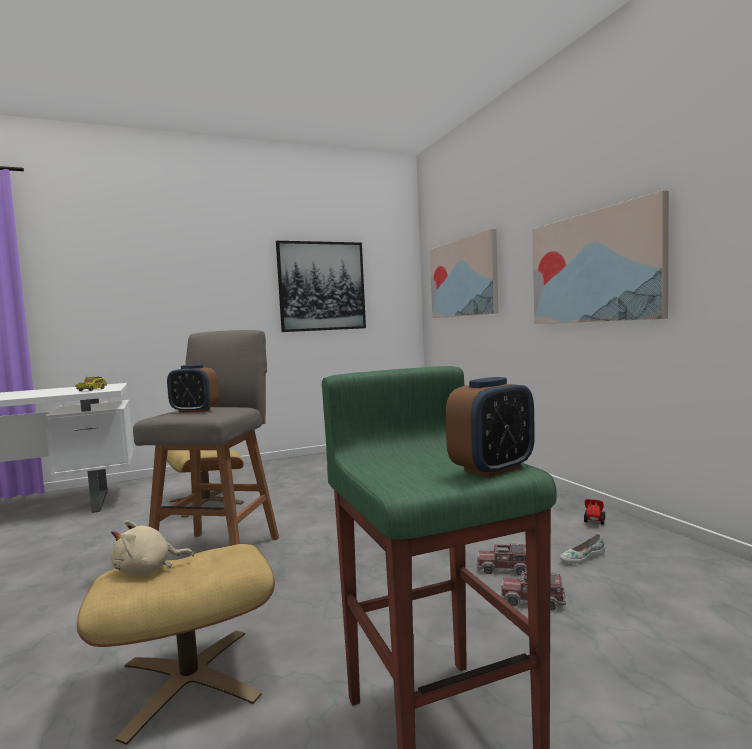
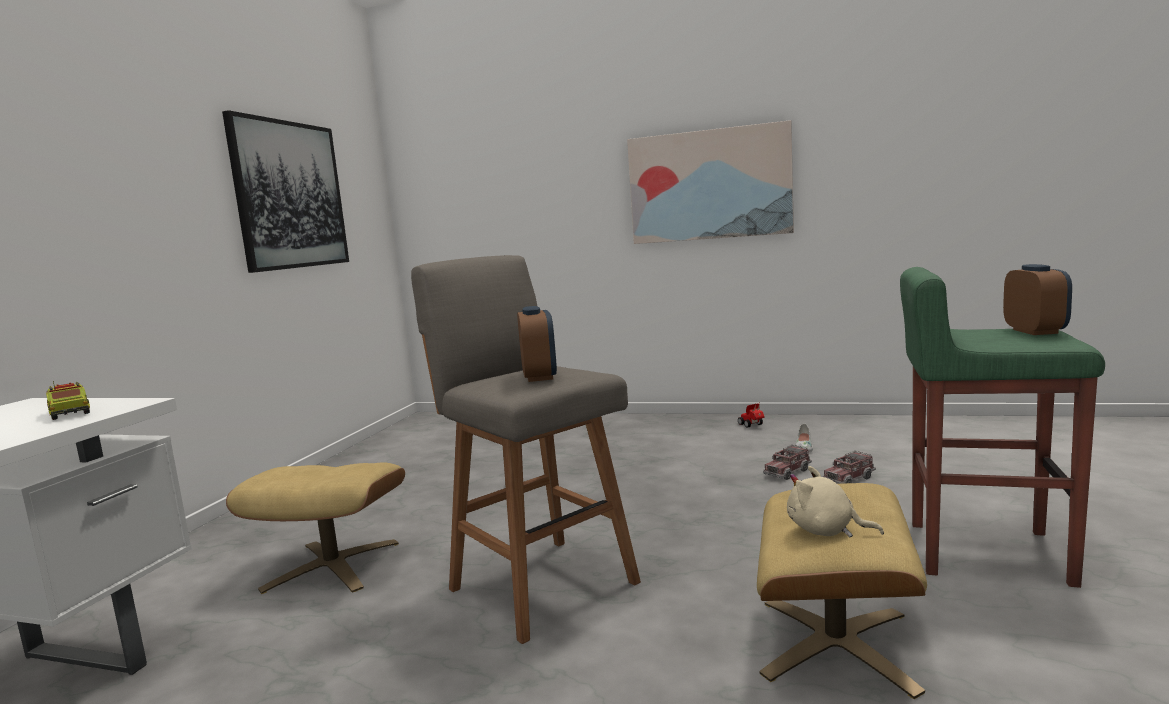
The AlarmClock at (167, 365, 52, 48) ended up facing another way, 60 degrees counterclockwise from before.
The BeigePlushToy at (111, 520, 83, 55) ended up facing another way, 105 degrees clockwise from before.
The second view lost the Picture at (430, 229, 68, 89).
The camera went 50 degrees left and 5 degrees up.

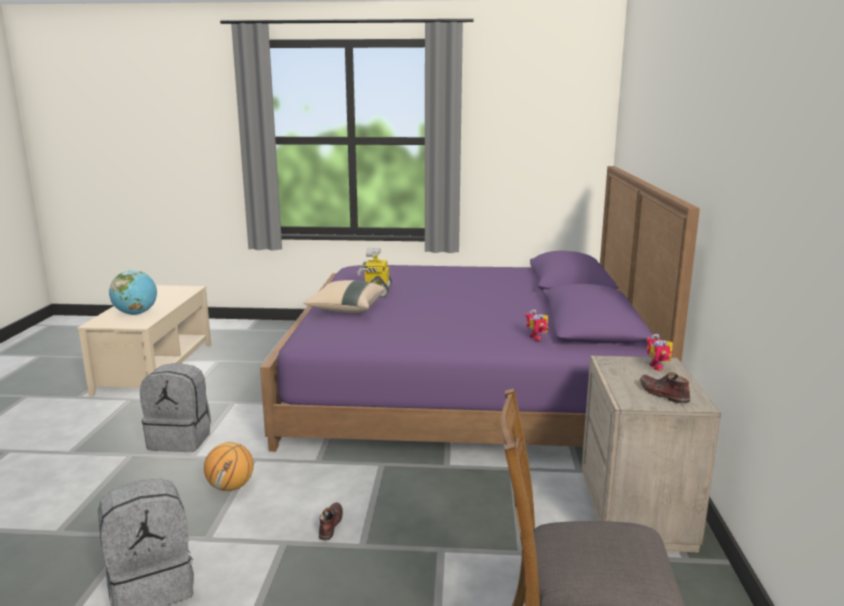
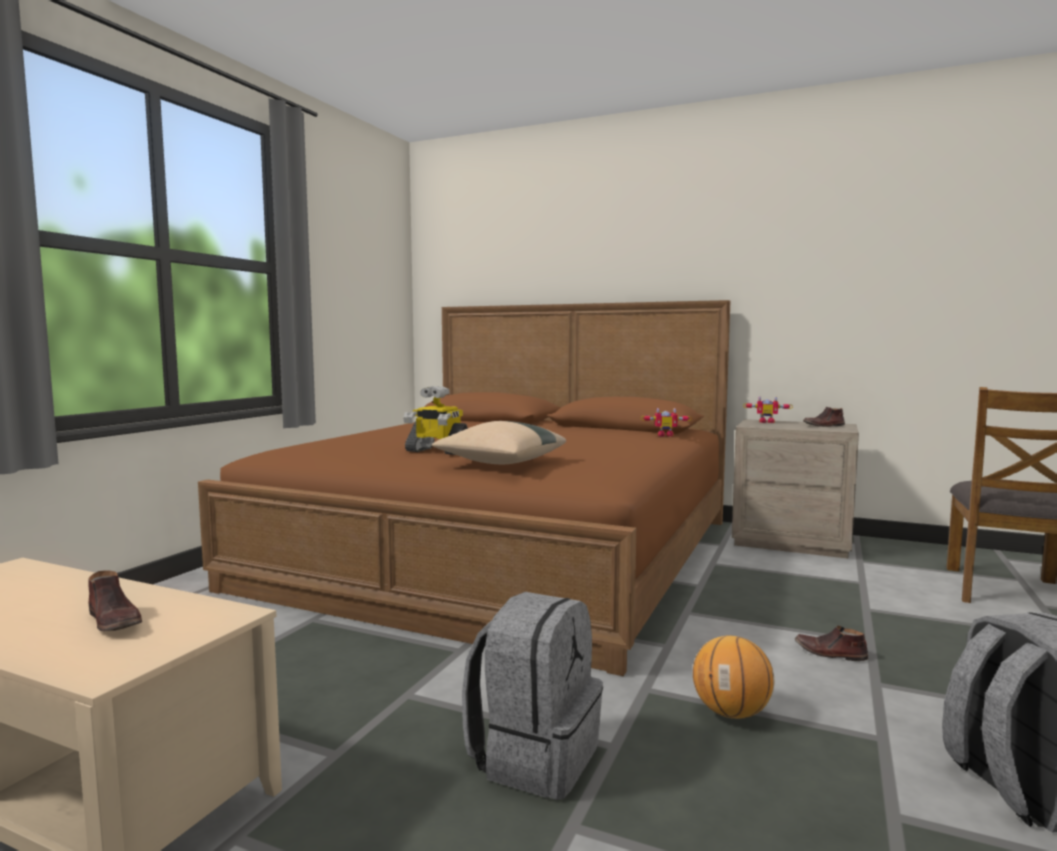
Where the Globe stood at (109, 270, 48, 45), the BrownShoe came to stand at (88, 570, 54, 61).
What was the PurpleBed at (260, 166, 440, 286) turned into the BrownBed at (198, 300, 532, 376).
The camera went 70 degrees left and 10 degrees down.

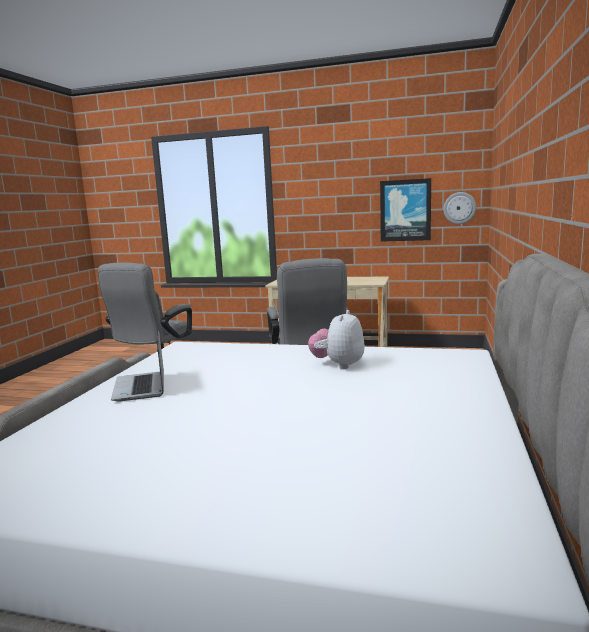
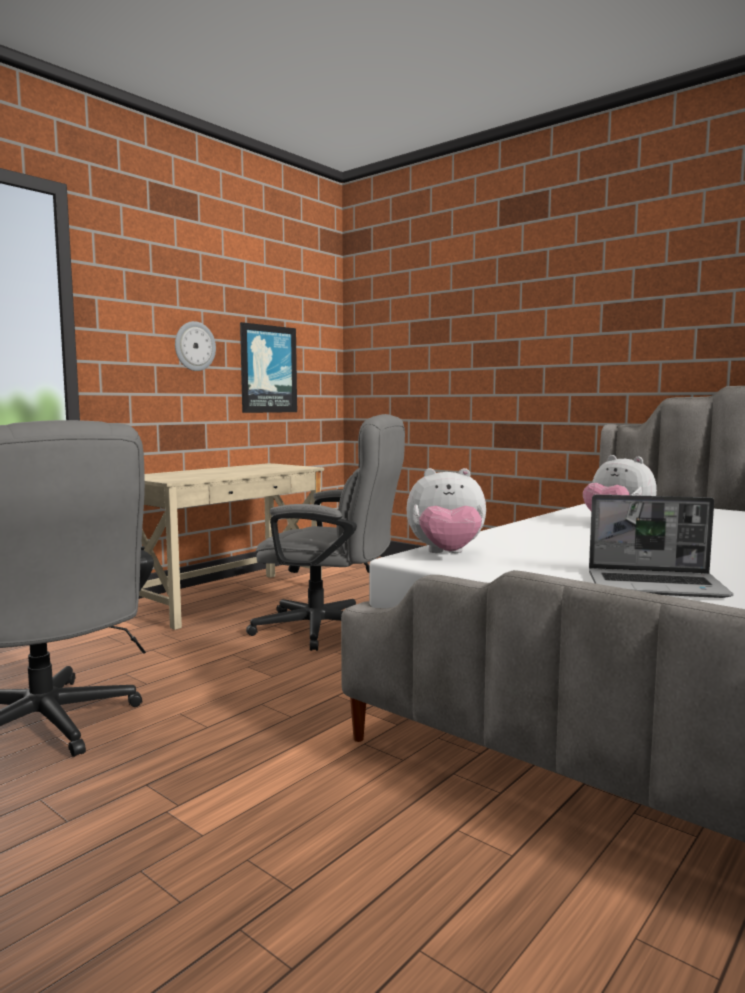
The WallClock ended up elsewhere, having gone from (443, 192, 33, 32) to (175, 321, 41, 50).
The second view gained the PlushToy at (406, 468, 80, 85).
The camera went 65 degrees left and 5 degrees down.

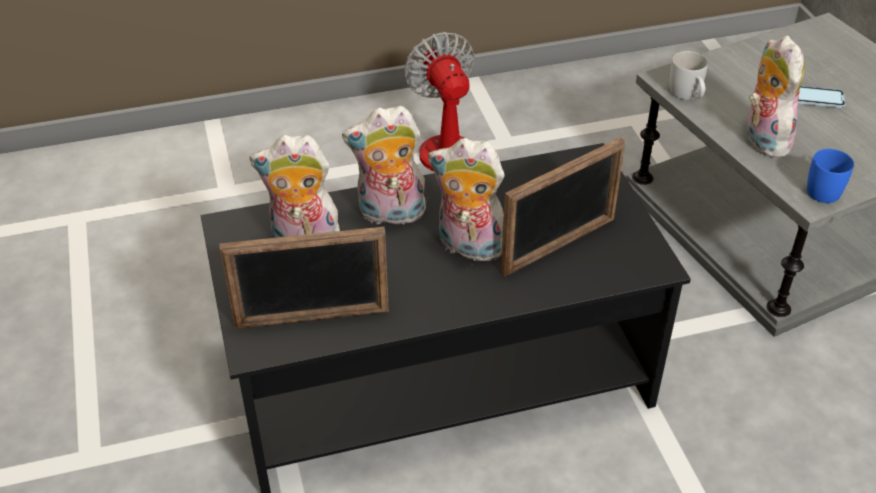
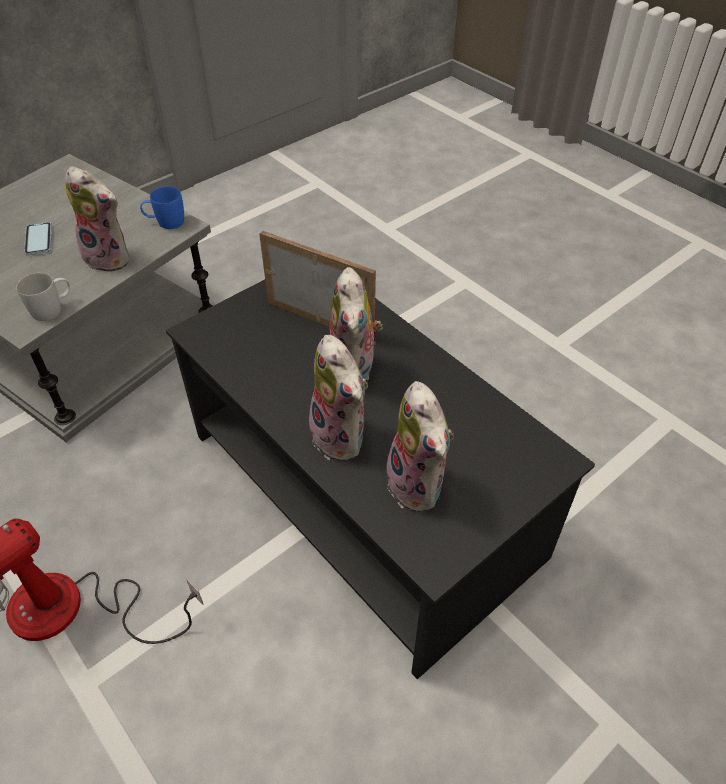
The PlushToy at (746, 35, 59, 123) ended up facing another way, 120 degrees counterclockwise from before.
The second view lost the PictureFrame at (220, 227, 169, 102).
The camera went 115 degrees left and 5 degrees up.

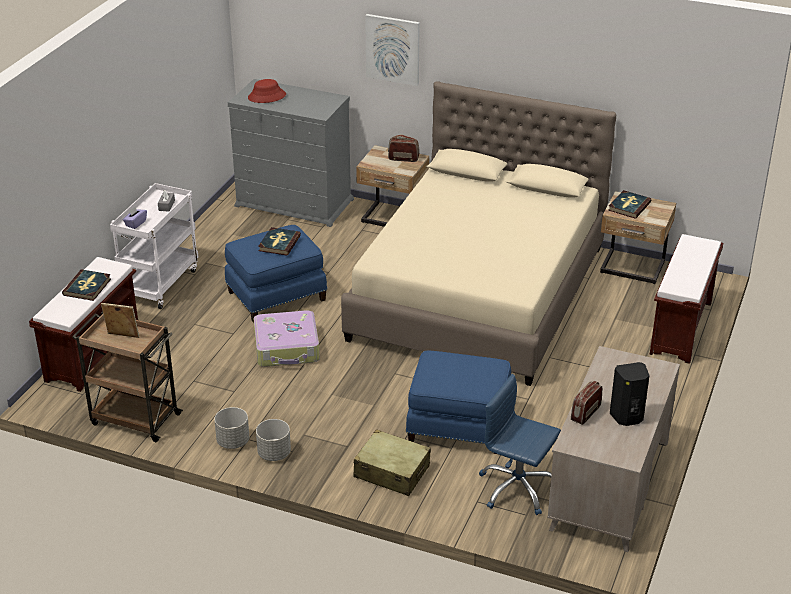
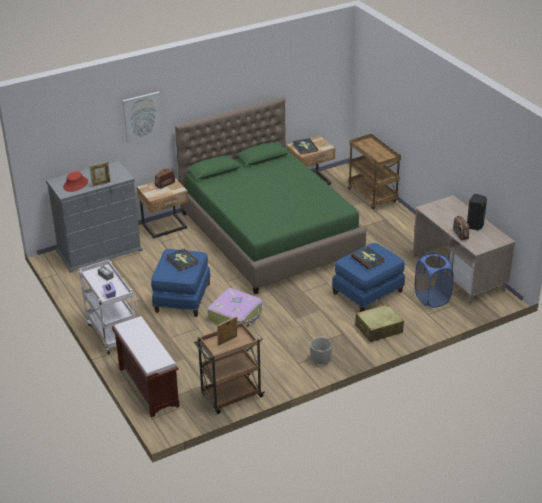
The second view gained the PictureFrame at (89, 162, 22, 25).
What was the BeigeBed at (341, 81, 275, 305) turned into the GreenBed at (175, 97, 192, 197).
Where the BrownBench stood at (650, 234, 73, 130), the BrownCart came to stand at (348, 134, 53, 75).
The Book ended up elsewhere, having gone from (62, 269, 49, 32) to (351, 247, 33, 22).
Where the BlueOfficeChair stood at (479, 374, 82, 141), the BlueLaundryBasket came to stand at (415, 253, 38, 55).
The second view lost the GreyPlanter at (214, 407, 35, 42).
The camera went 50 degrees left and 0 degrees up.

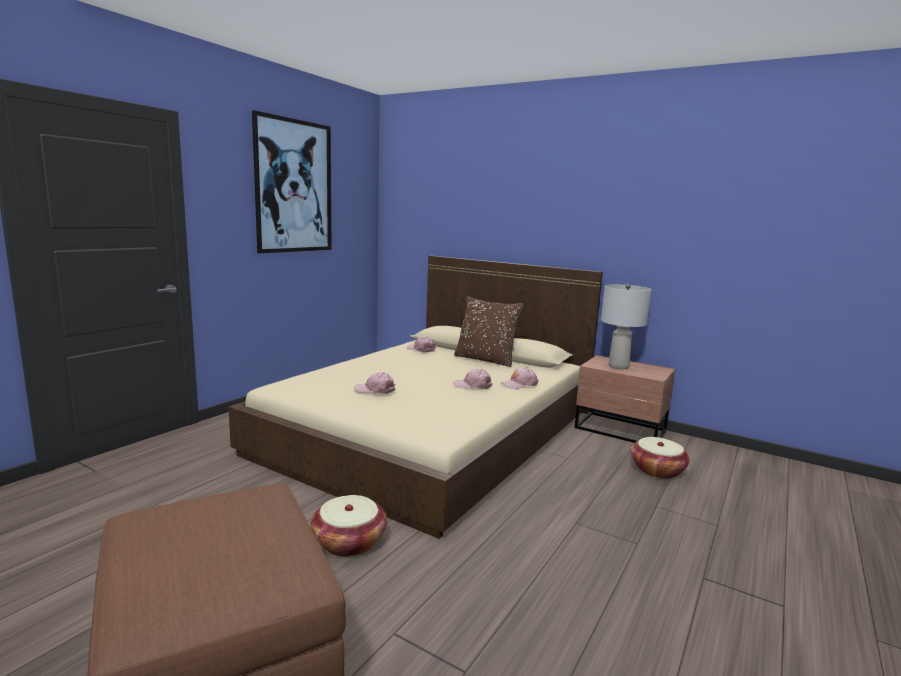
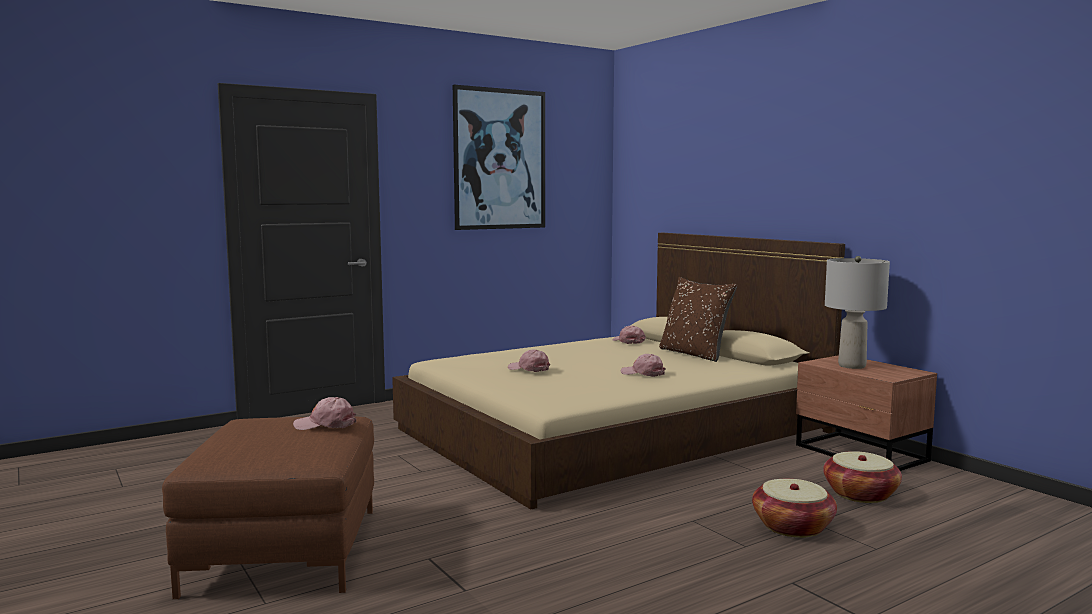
The PinkCap ended up elsewhere, having gone from (501, 367, 38, 22) to (293, 397, 63, 33).
The Basket ended up elsewhere, having gone from (311, 495, 76, 62) to (752, 479, 85, 59).
The camera went 25 degrees right and 5 degrees down.

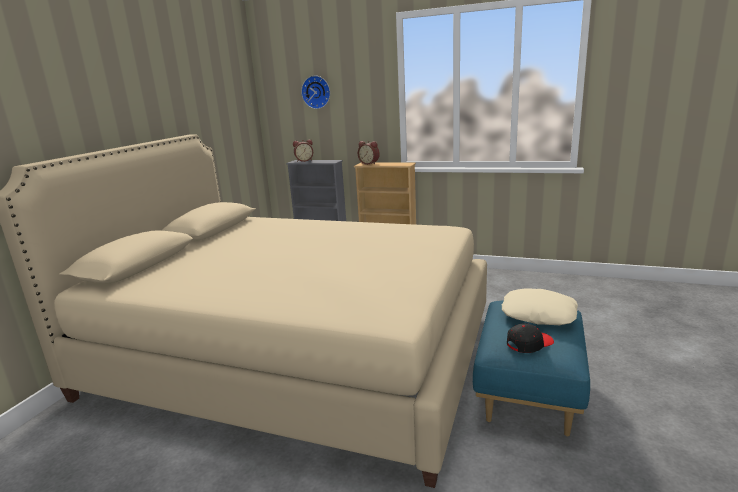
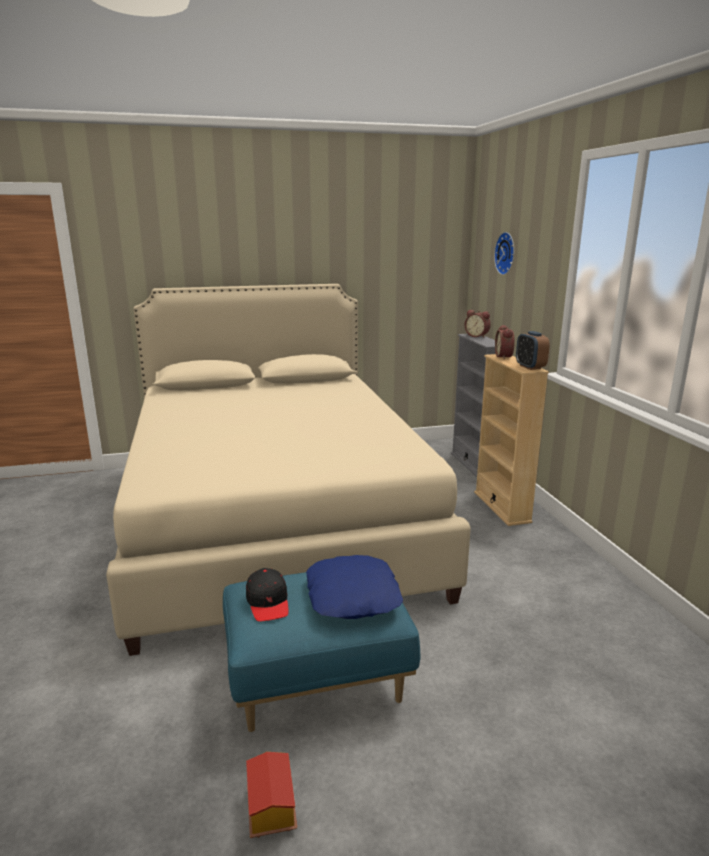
The BlackCap at (507, 323, 47, 30) ended up facing another way, 45 degrees clockwise from before.
The second view gained the ToyHouse at (246, 752, 51, 86).
What was the BeigePillow at (501, 288, 77, 37) turned into the BluePillow at (306, 555, 97, 64).
The second view gained the AlarmClock at (516, 331, 34, 39).
The camera went 55 degrees right and 0 degrees up.

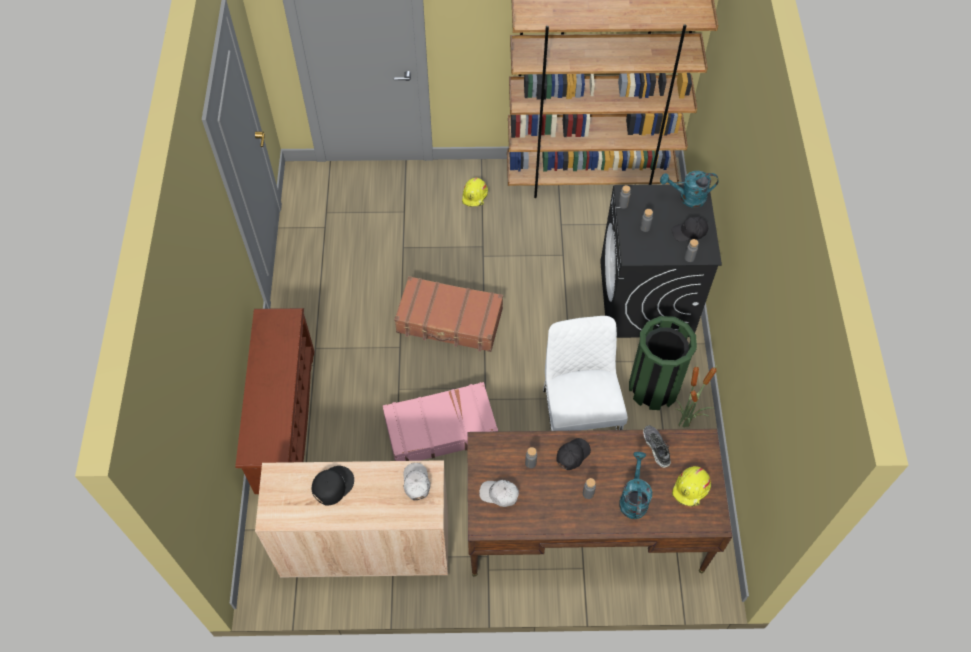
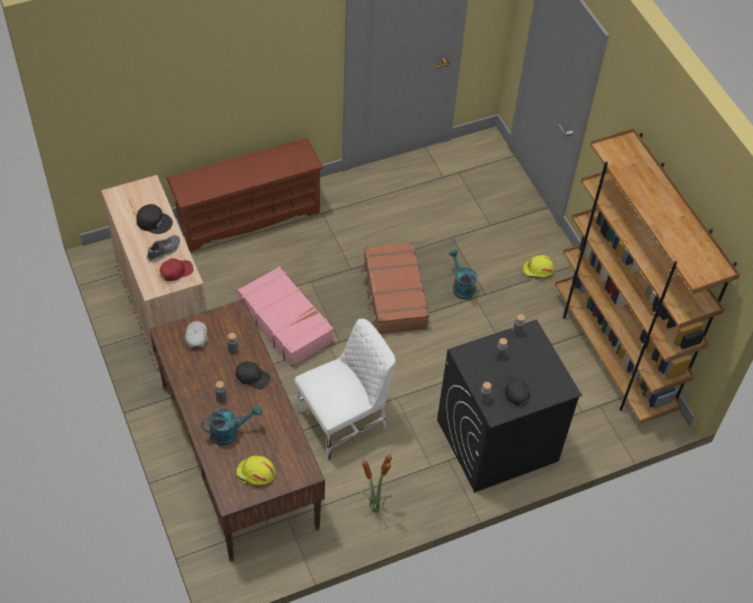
The Shoe ended up elsewhere, having gone from (643, 425, 28, 42) to (147, 235, 33, 28).
What was the WhiteCap at (403, 463, 28, 37) turned into the RedCap at (160, 258, 34, 23).
The TurquoiseWateringCan ended up elsewhere, having gone from (660, 171, 59, 37) to (449, 250, 28, 50).
The second view lost the GreenTrashCan at (629, 316, 68, 94).
The camera went 65 degrees right and 5 degrees down.

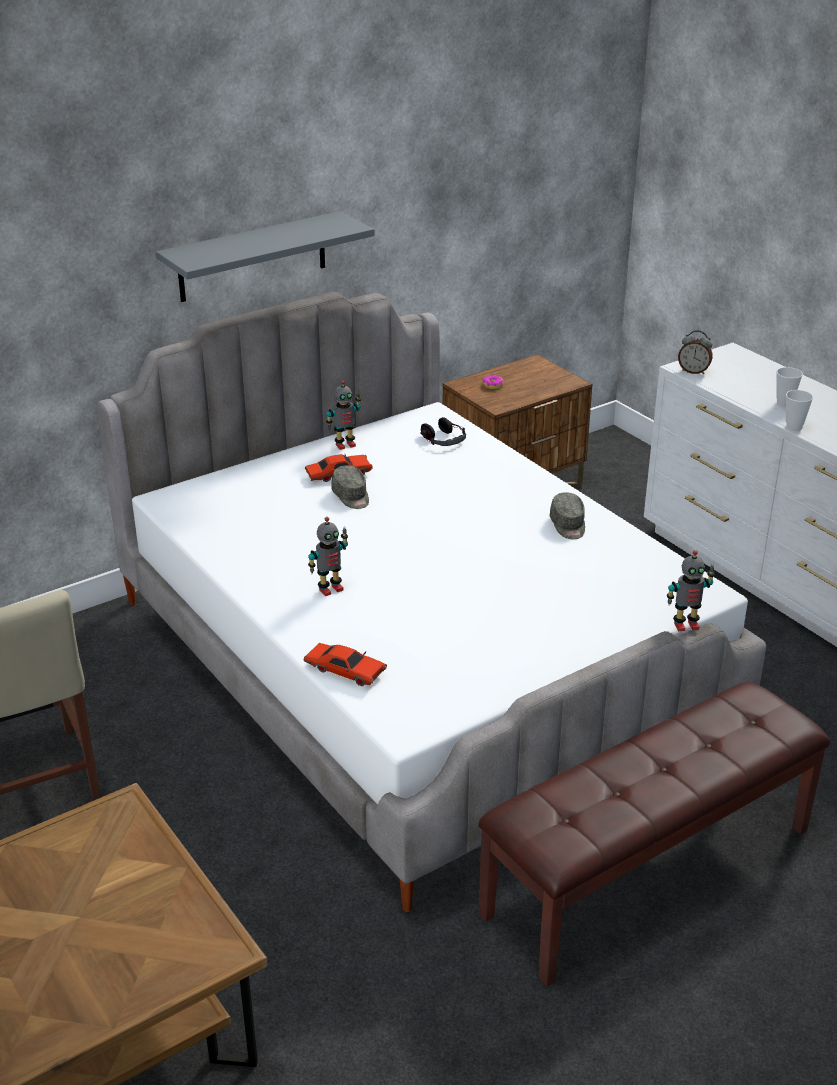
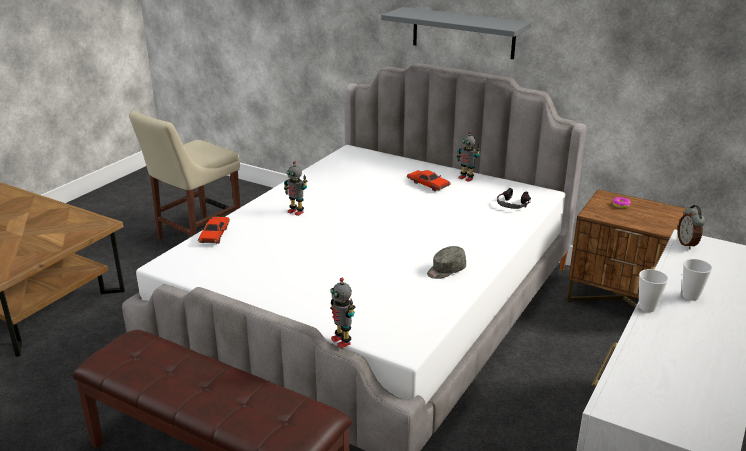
The second view lost the GreyCap at (331, 465, 38, 44).
The camera went 65 degrees right and 5 degrees down.

